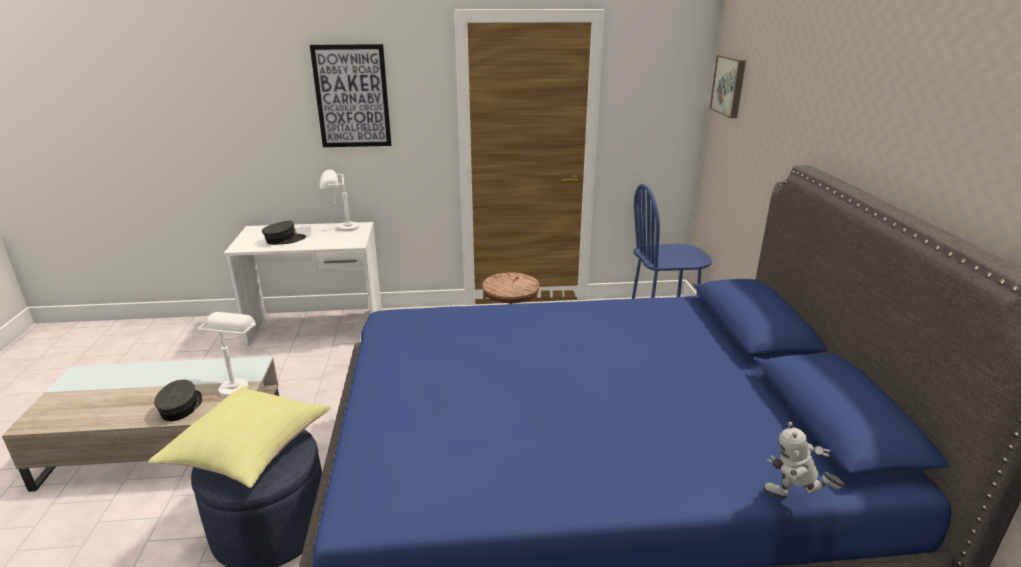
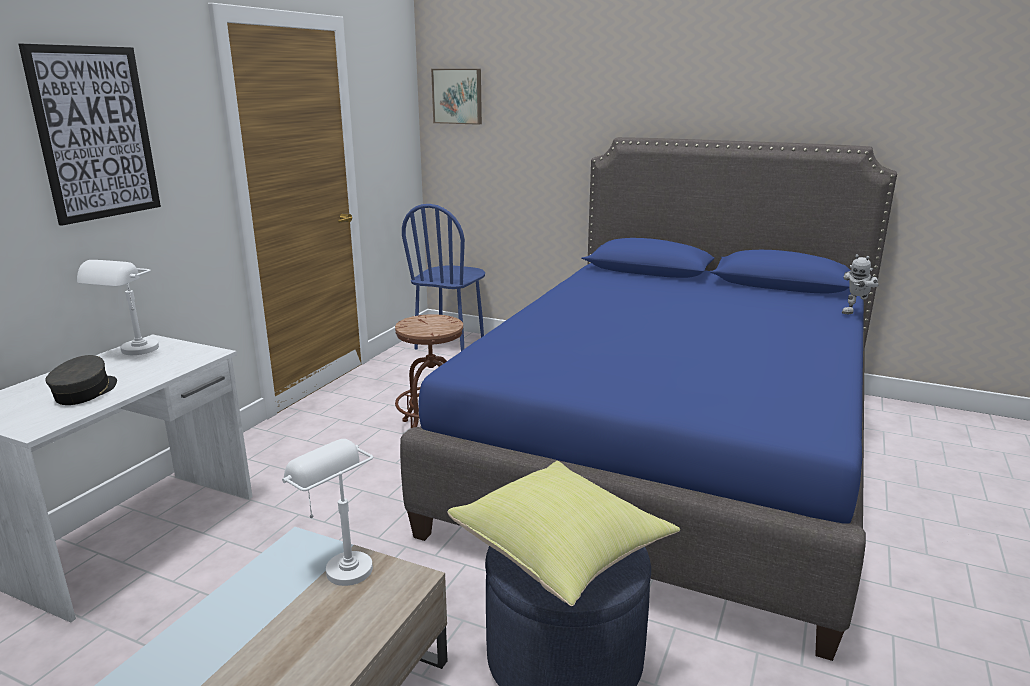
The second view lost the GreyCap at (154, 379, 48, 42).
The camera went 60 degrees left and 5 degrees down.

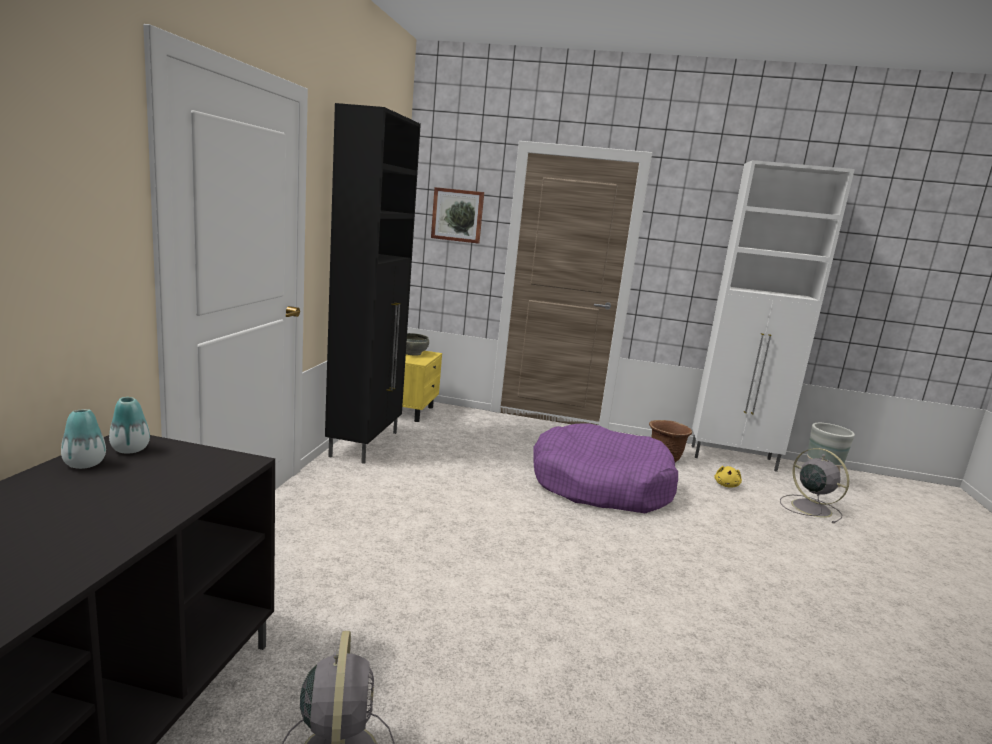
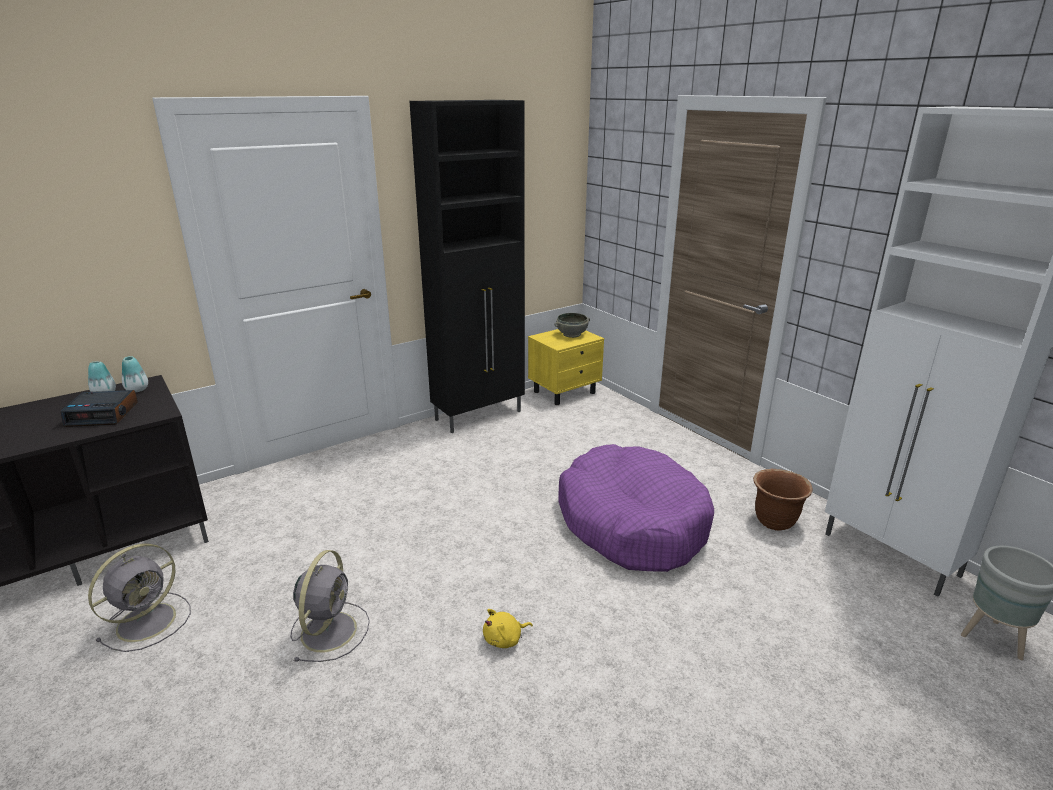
The second view gained the AlarmClock at (60, 390, 78, 37).
The GreyFan ended up elsewhere, having gone from (780, 448, 69, 76) to (290, 550, 80, 112).
The YellowPlushToy ended up elsewhere, having gone from (714, 466, 28, 21) to (483, 609, 50, 39).
The second view lost the Picture at (431, 187, 53, 57).
The camera went 45 degrees right and 10 degrees up.

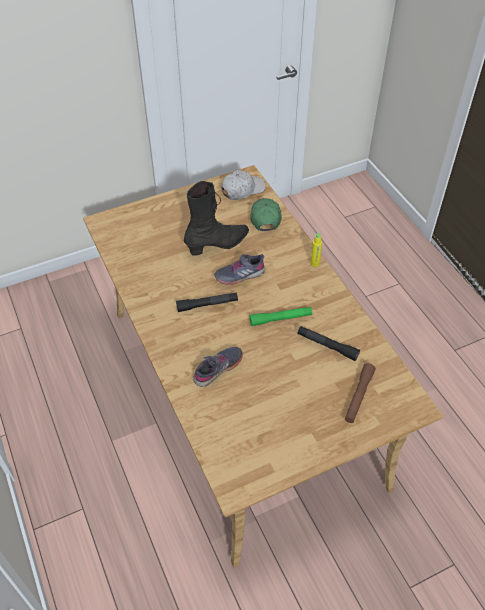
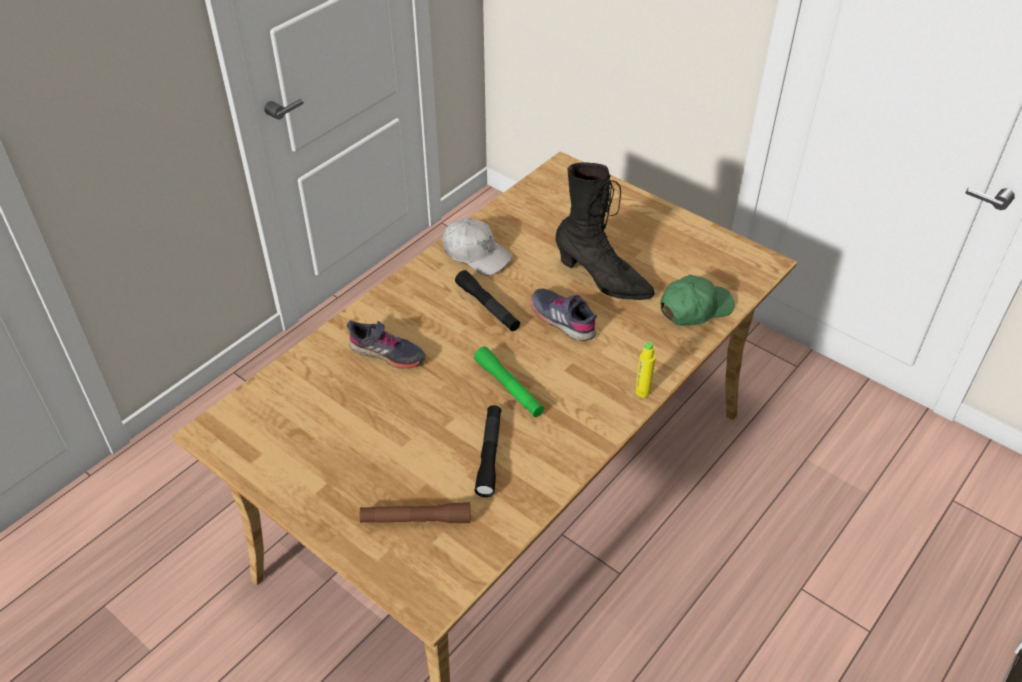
The WhiteCap ended up elsewhere, having gone from (221, 170, 44, 30) to (442, 218, 71, 58).
The camera went 65 degrees right and 5 degrees down.

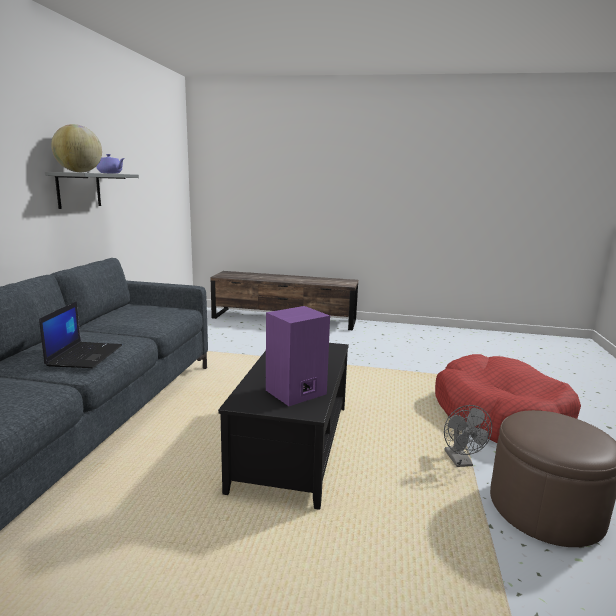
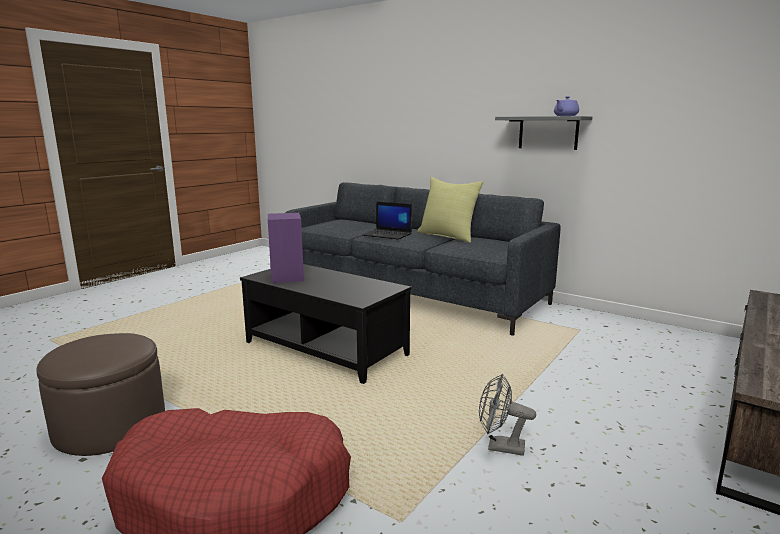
The second view gained the YellowPillow at (417, 177, 67, 66).
The GreyFan ended up elsewhere, having gone from (444, 405, 48, 62) to (479, 374, 57, 82).
The second view lost the Globe at (51, 124, 51, 48).
The camera went 115 degrees right and 0 degrees up.

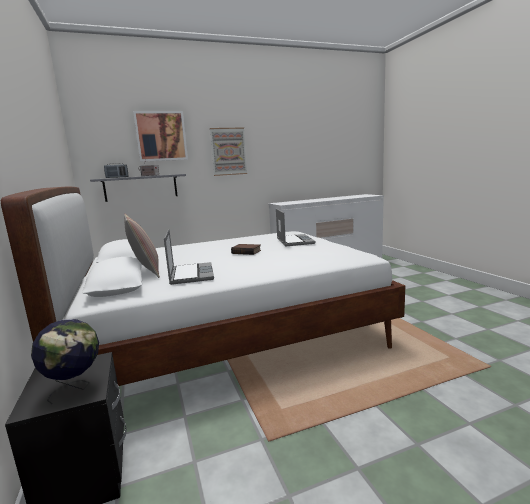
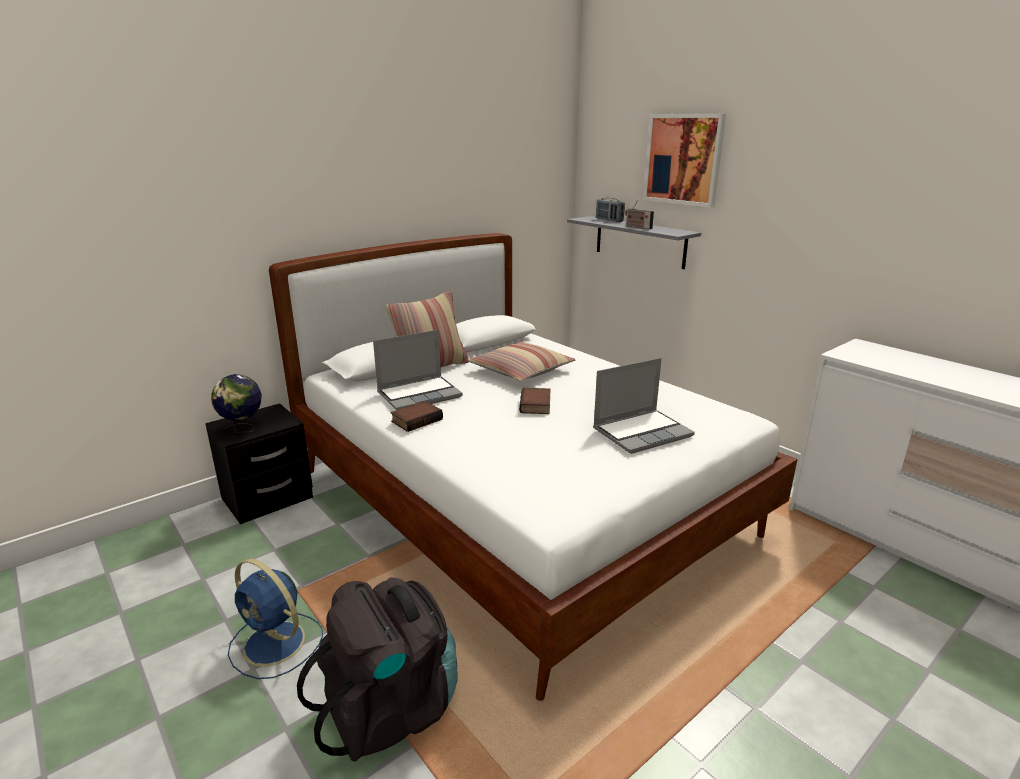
The second view gained the BlueFan at (228, 558, 95, 121).
The second view gained the BlackBackpack at (297, 577, 161, 185).
The second view gained the Book at (391, 401, 52, 31).
The second view gained the Pillow at (467, 342, 108, 39).
The second view lost the Picture at (210, 127, 37, 49).
The camera went 70 degrees right and 10 degrees up.

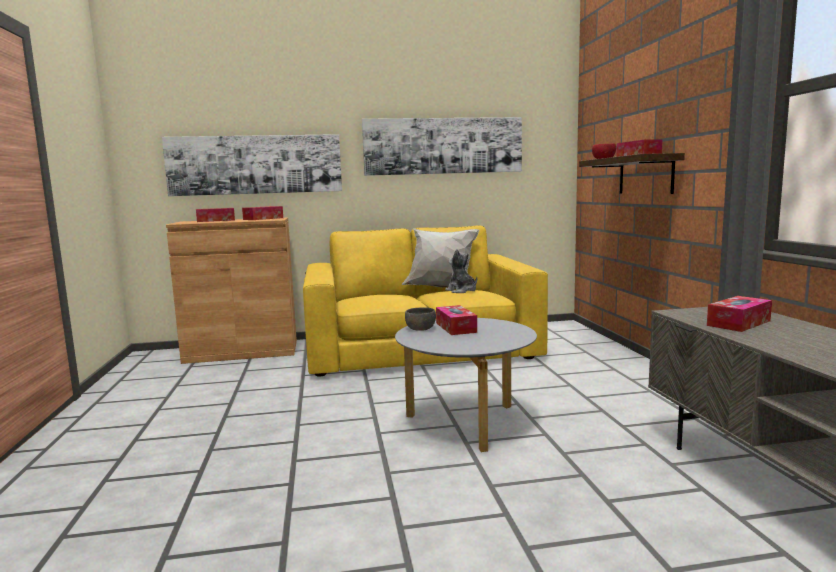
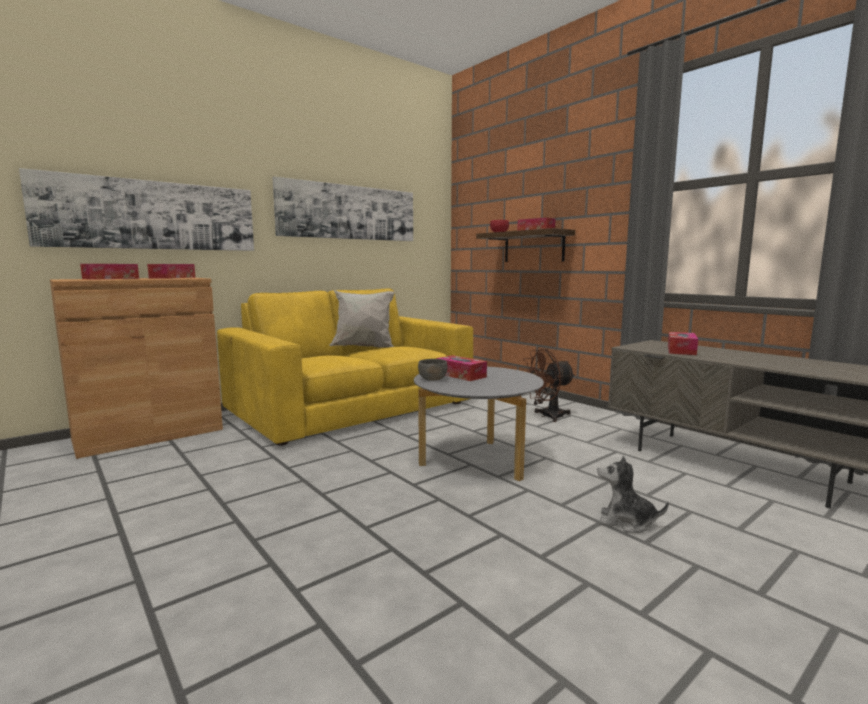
The second view gained the BrownFan at (523, 349, 52, 73).
The PlushToy ended up elsewhere, having gone from (445, 249, 32, 44) to (597, 456, 72, 77).
The camera went 30 degrees left and 0 degrees up.

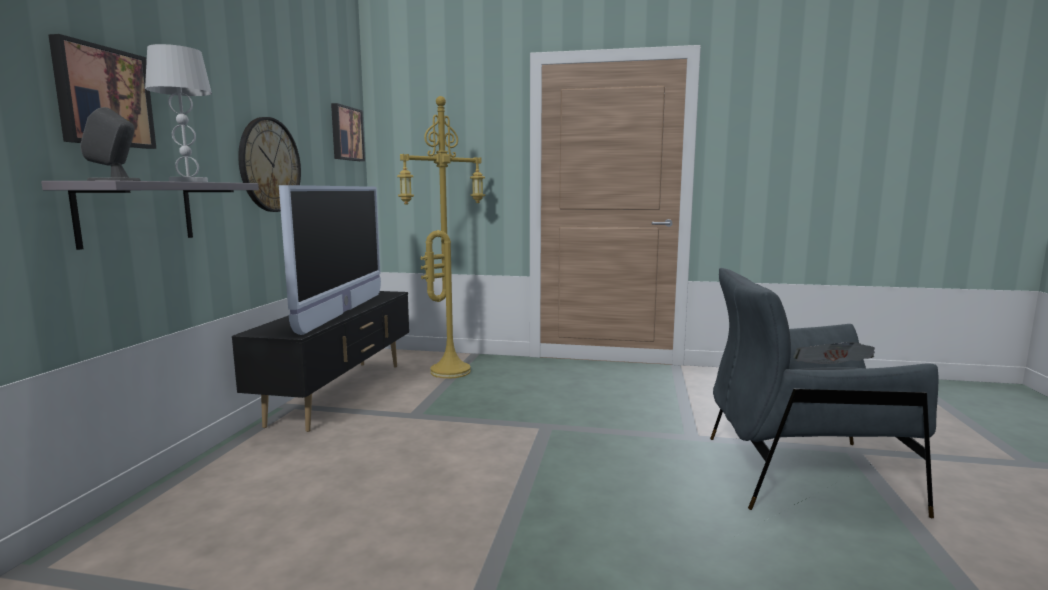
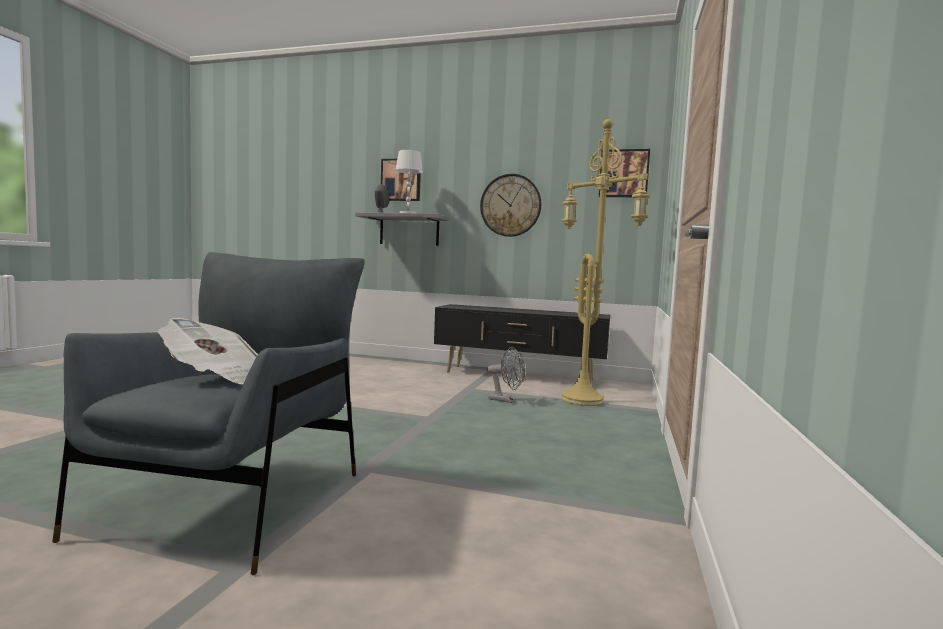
The second view gained the GreyFan at (487, 347, 38, 56).
The second view lost the Television at (279, 185, 102, 150).
The camera went 95 degrees right and 5 degrees down.

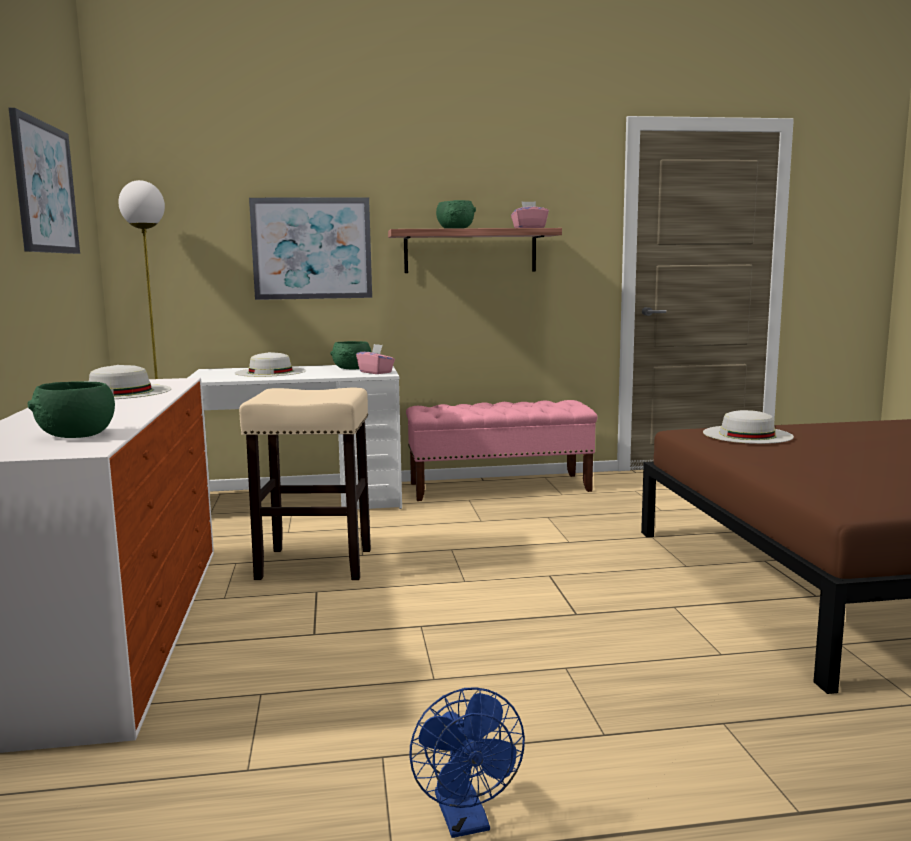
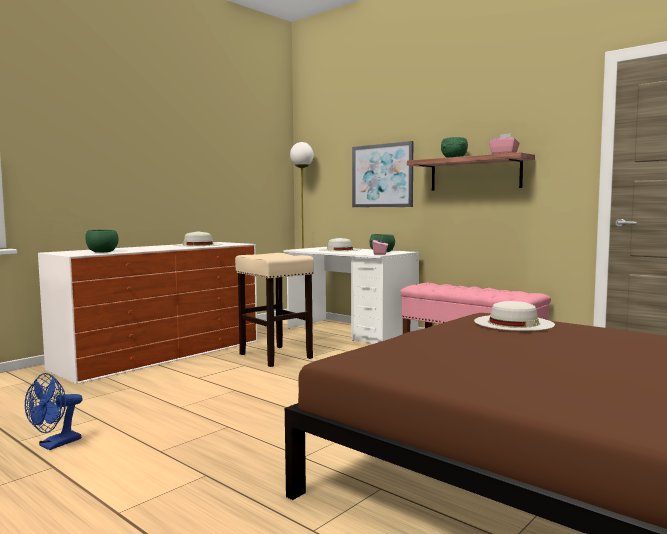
The second view lost the Picture at (9, 108, 71, 146).
The camera went 50 degrees right and 5 degrees down.

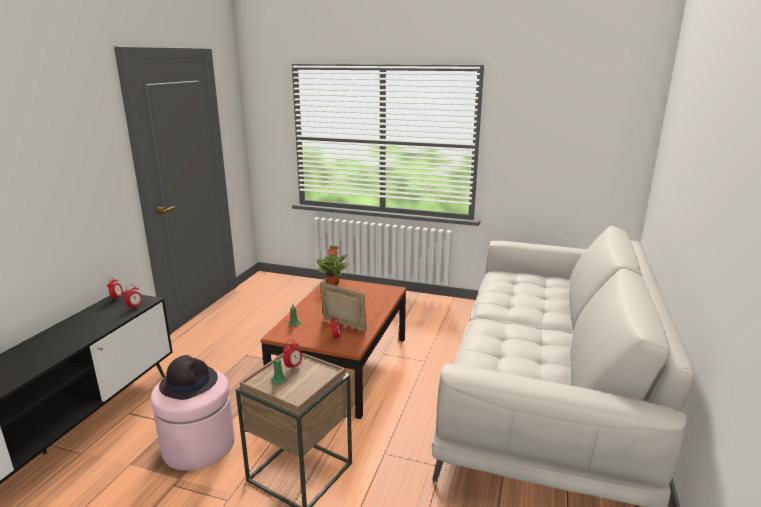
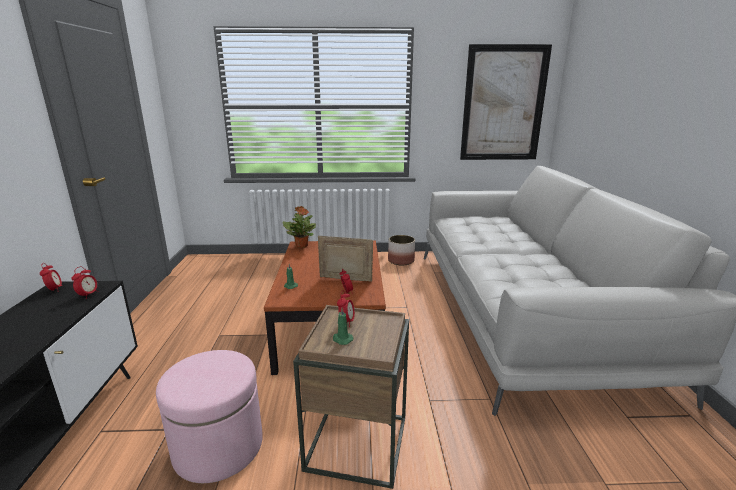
The second view gained the Planter at (388, 235, 27, 30).
The second view gained the Picture at (460, 44, 92, 116).
The second view lost the BlackHat at (159, 355, 59, 45).
The camera went 20 degrees left and 0 degrees up.

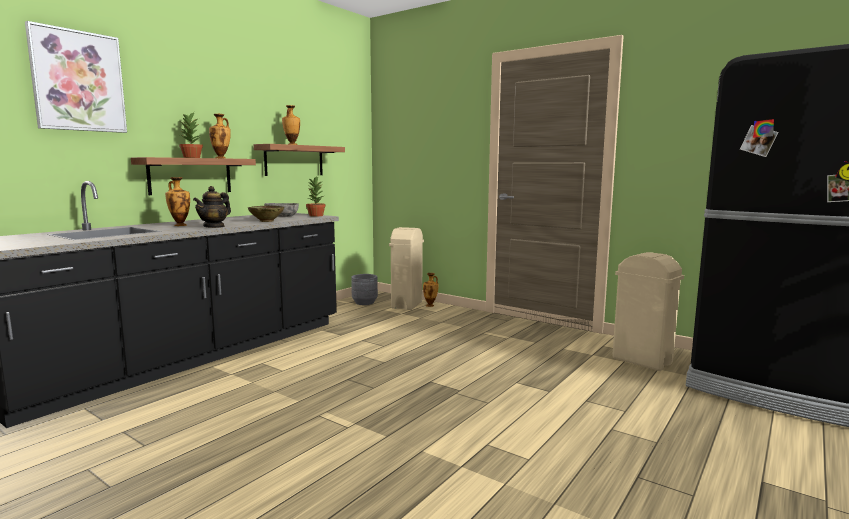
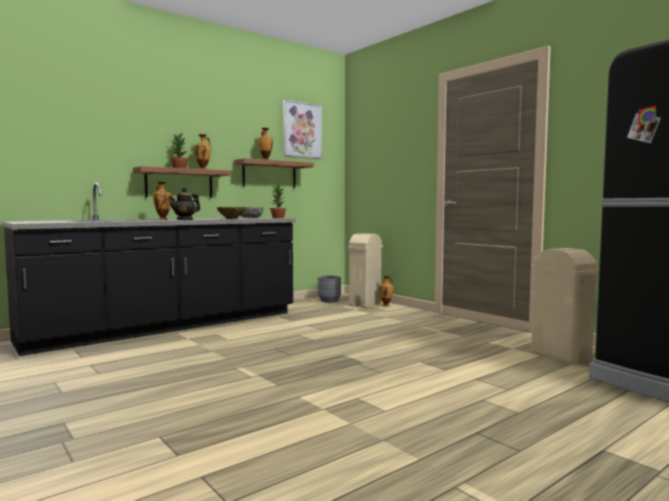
The Picture ended up elsewhere, having gone from (25, 21, 102, 112) to (283, 100, 39, 59).
The camera went 15 degrees right and 5 degrees down.

